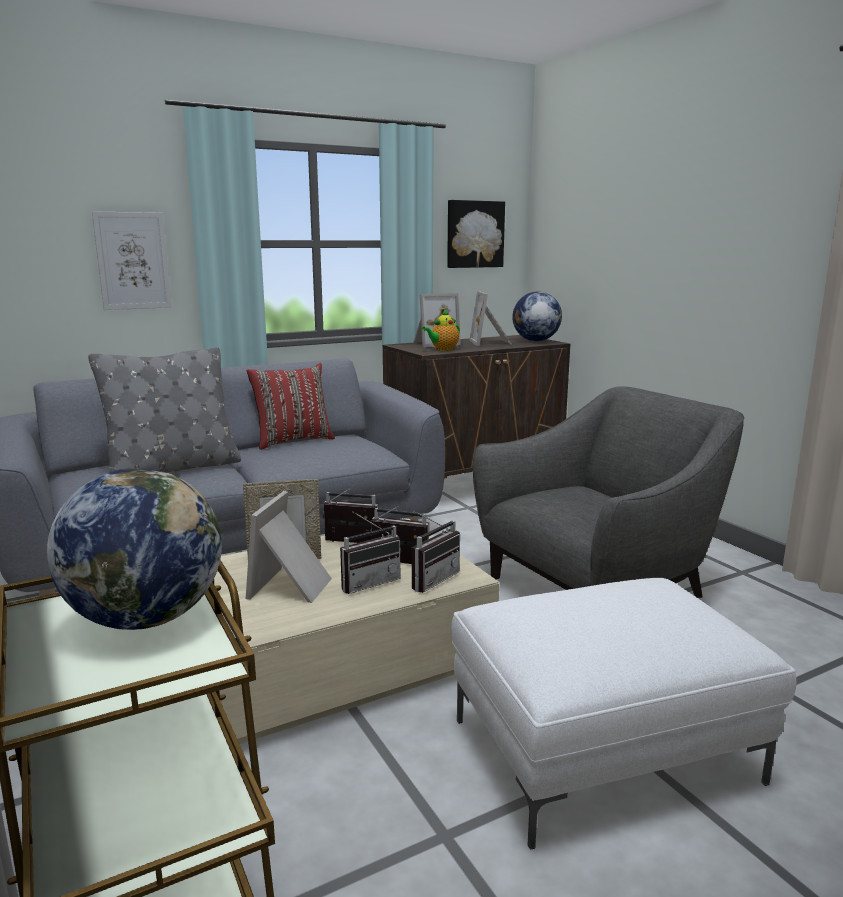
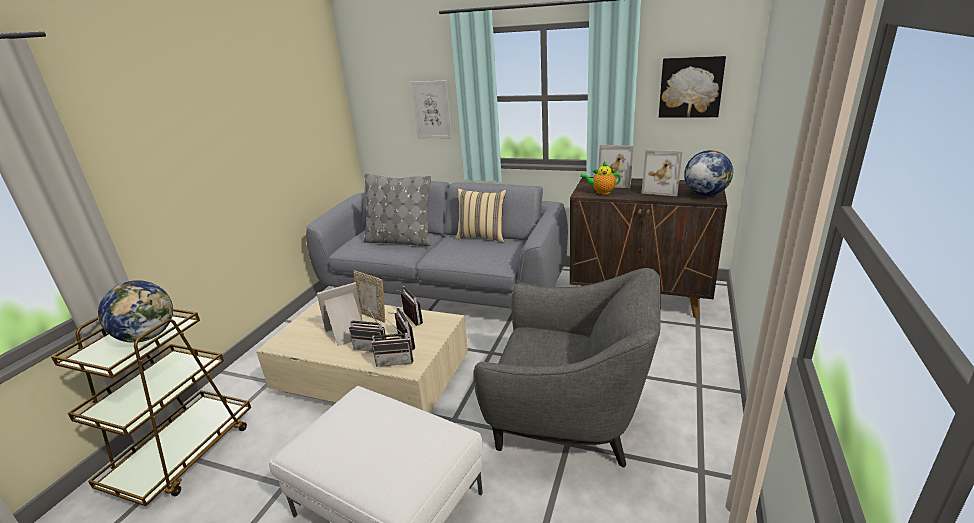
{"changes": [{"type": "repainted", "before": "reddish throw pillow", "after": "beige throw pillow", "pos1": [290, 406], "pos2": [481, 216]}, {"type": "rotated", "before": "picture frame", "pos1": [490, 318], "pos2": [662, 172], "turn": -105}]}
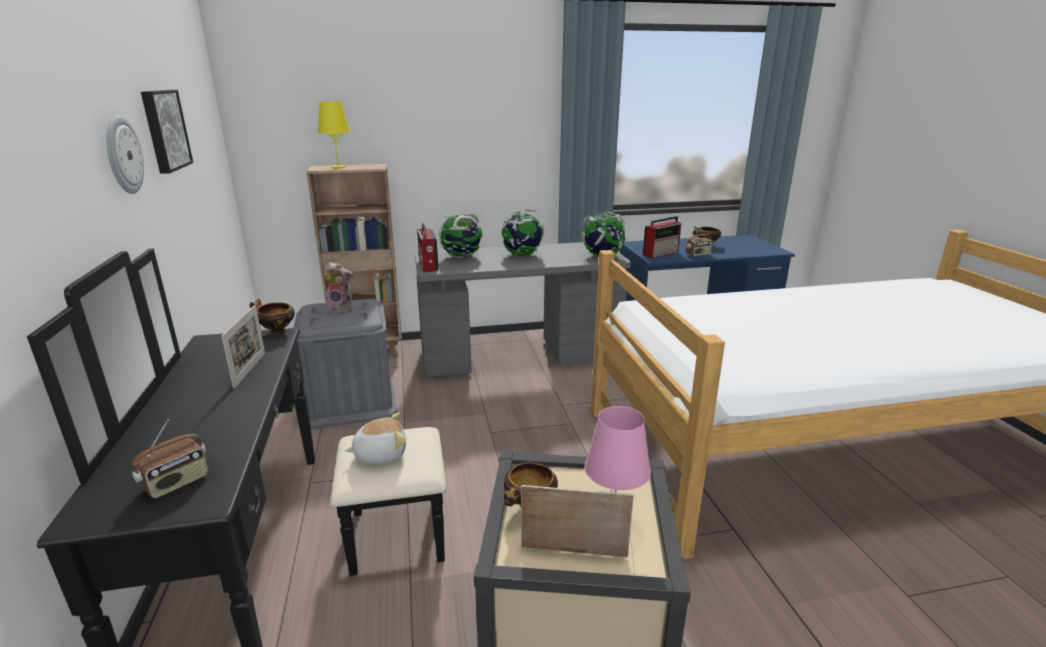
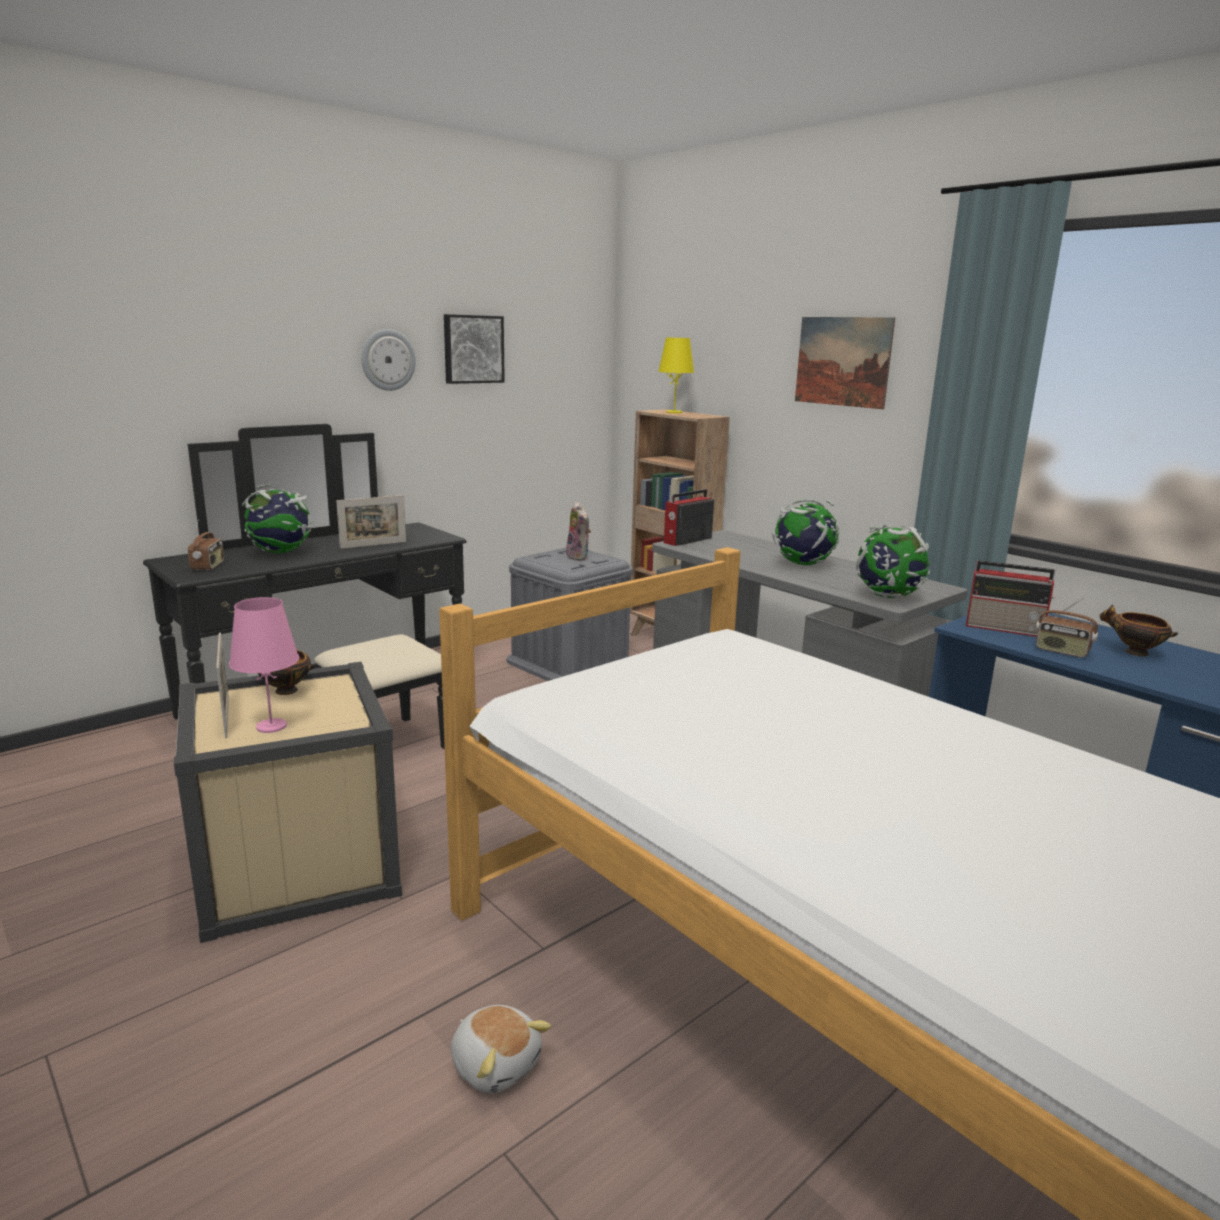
{"changes": [{"type": "rotated", "before": "radio", "pos1": [170, 458], "pos2": [206, 546], "turn": -105}, {"type": "shifted", "before": "world globe", "pos1": [460, 235], "pos2": [278, 518]}, {"type": "shifted", "before": "plush toy", "pos1": [375, 438], "pos2": [501, 1049]}, {"type": "new", "after": "wall art", "pos2": [845, 363]}, {"type": "gone", "before": "deep dish", "pos1": [272, 317]}]}
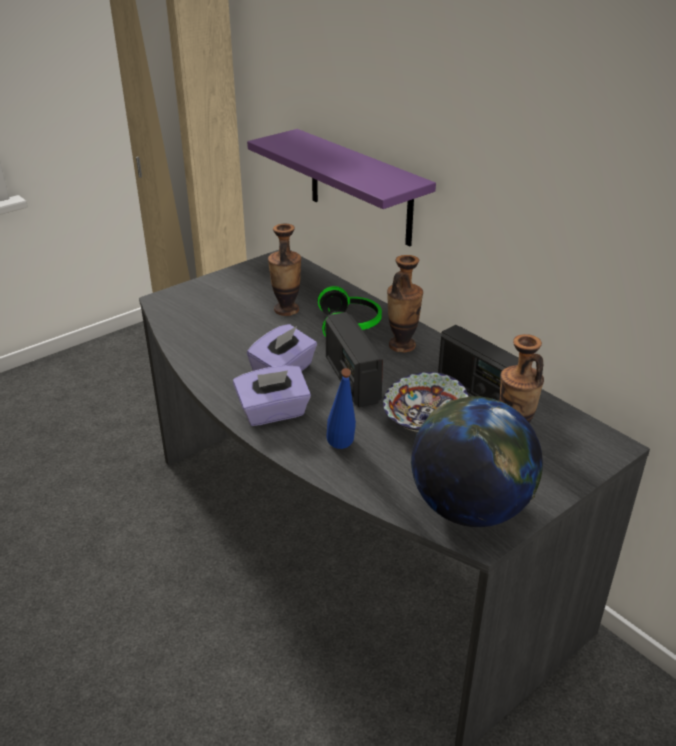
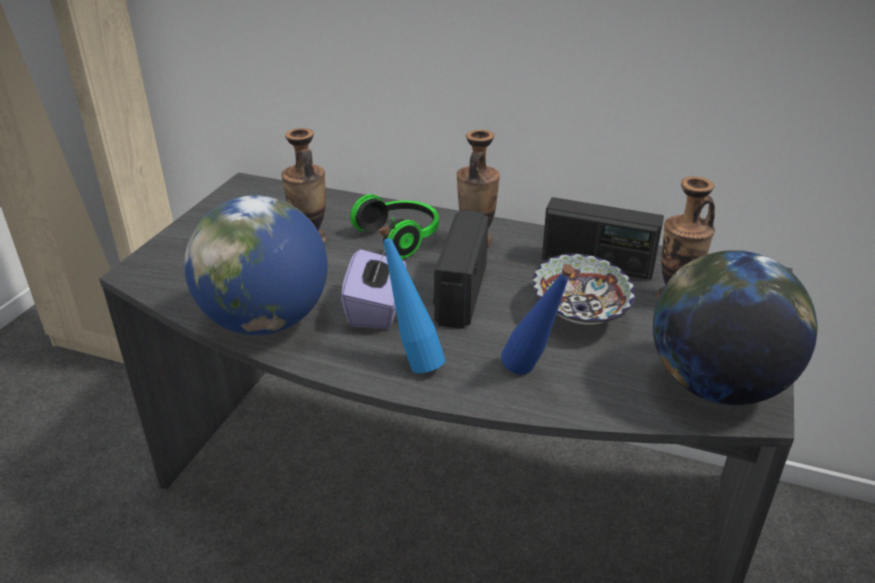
{"changes": [{"type": "new", "after": "world globe", "pos2": [256, 265]}, {"type": "swapped", "before": "purplish tissue box", "after": "blue-coloured bottle", "pos1": [272, 395], "pos2": [411, 299]}, {"type": "rotated", "before": "radio", "pos1": [354, 359], "pos2": [461, 269], "turn": 60}, {"type": "gone", "before": "purplish bracket shelf", "pos1": [341, 188]}]}
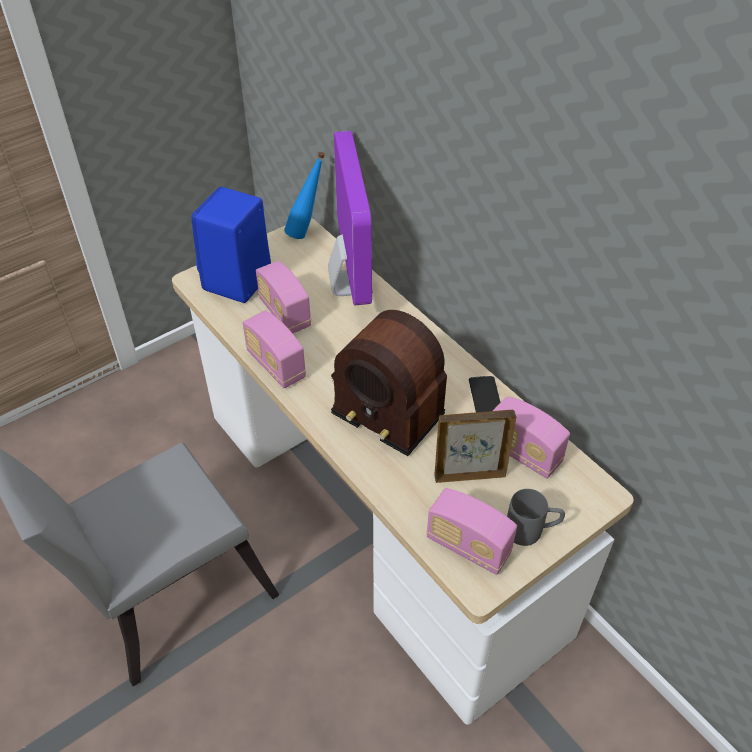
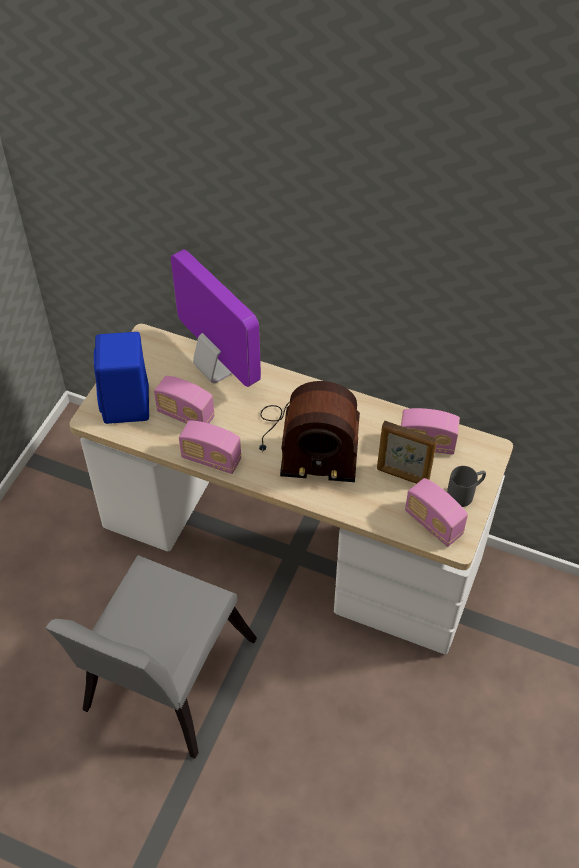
{"changes": [{"type": "rotated", "before": "picture frame", "pos1": [475, 446], "pos2": [407, 452], "turn": -120}, {"type": "rotated", "before": "radio", "pos1": [471, 531], "pos2": [436, 512], "turn": 45}, {"type": "gone", "before": "blue-coloured bottle", "pos1": [304, 195]}, {"type": "gone", "before": "telephone", "pos1": [485, 394]}]}
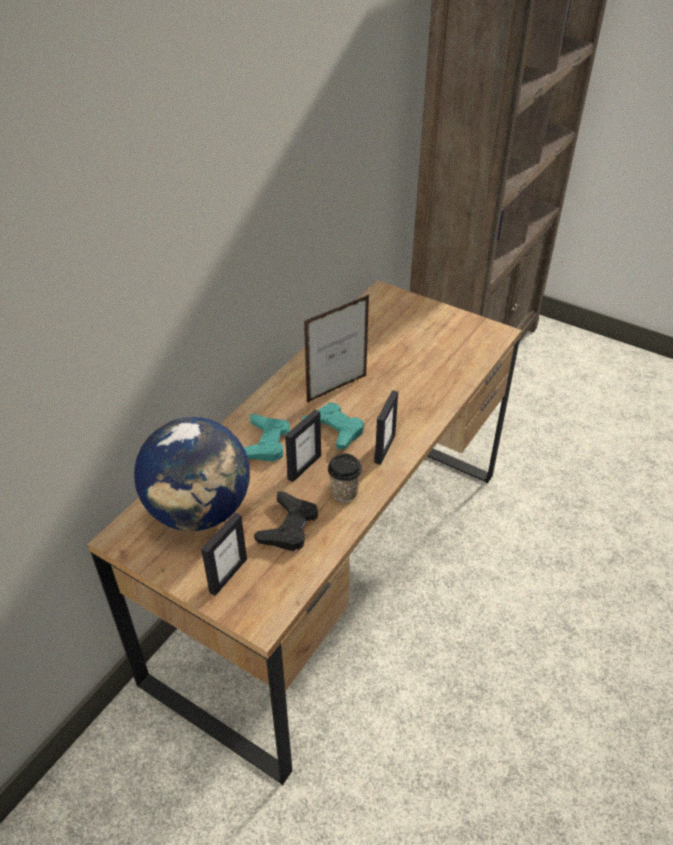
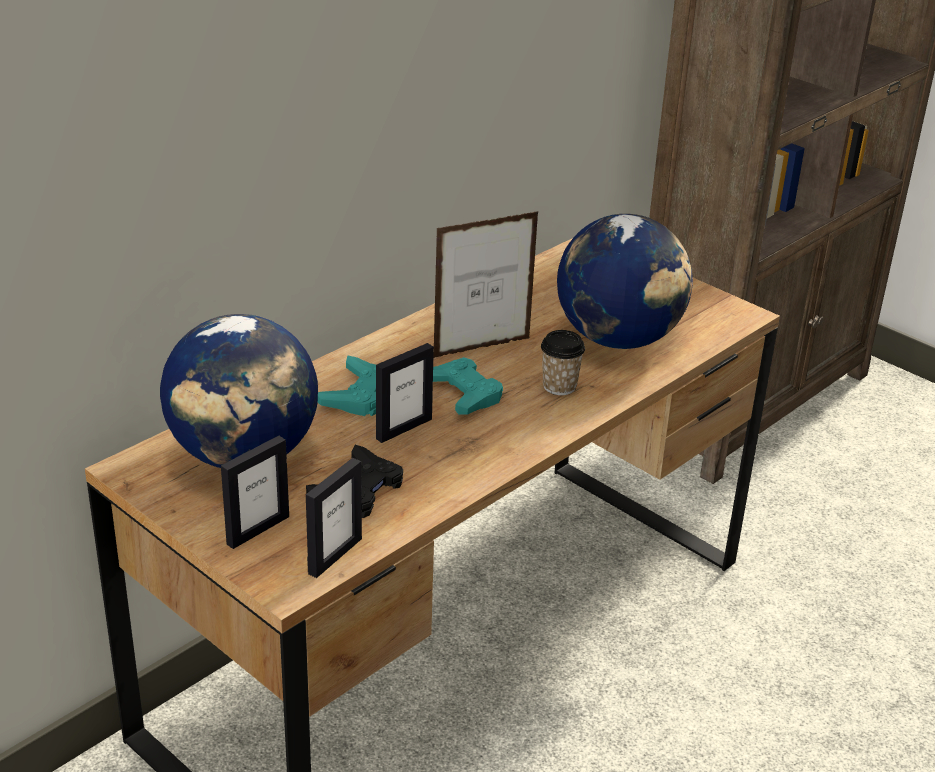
{"changes": [{"type": "shifted", "before": "picture frame", "pos1": [386, 427], "pos2": [334, 518]}, {"type": "shifted", "before": "cup", "pos1": [345, 478], "pos2": [563, 362]}, {"type": "new", "after": "world globe", "pos2": [625, 281]}]}
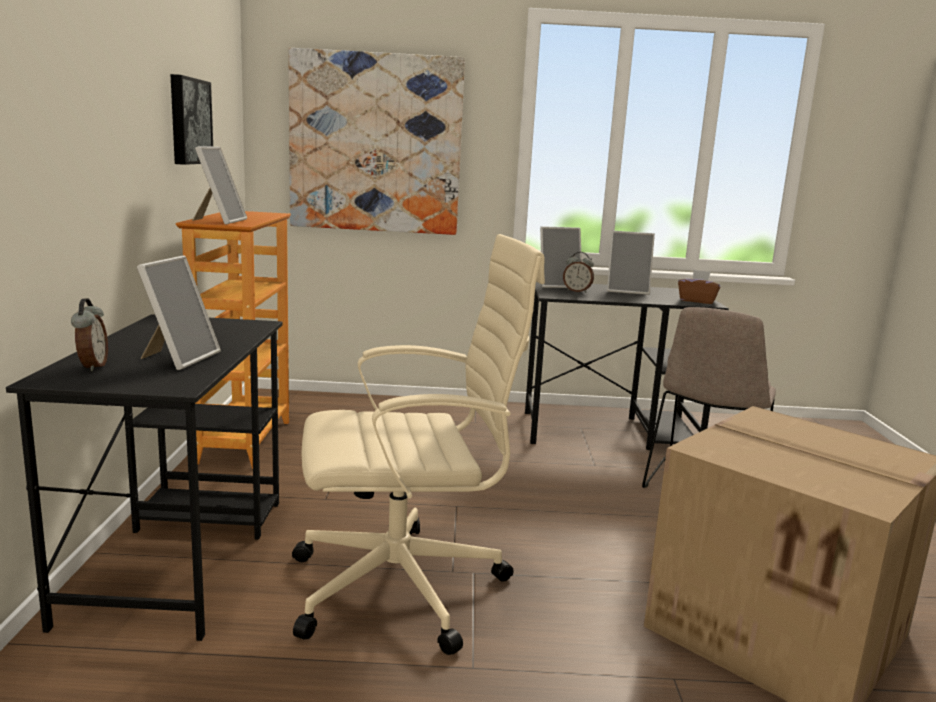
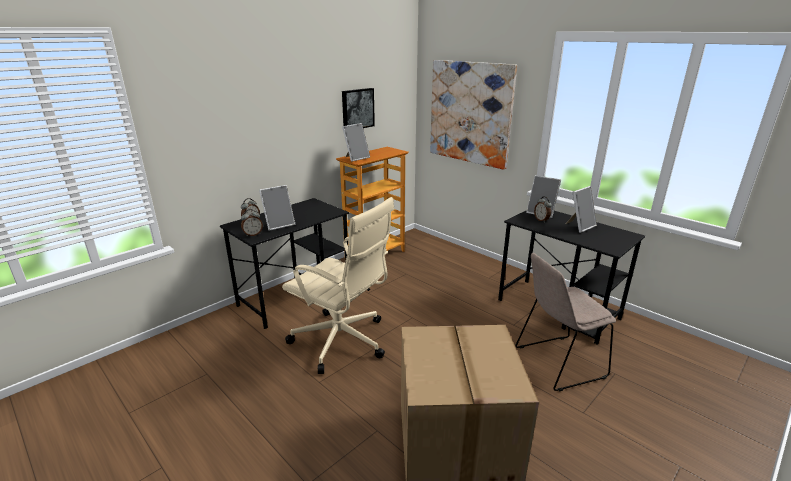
{"changes": [{"type": "new", "after": "table clock", "pos2": [252, 222]}, {"type": "rotated", "before": "picture frame", "pos1": [631, 263], "pos2": [581, 209], "turn": -90}, {"type": "gone", "before": "brown tissue box", "pos1": [699, 287]}]}
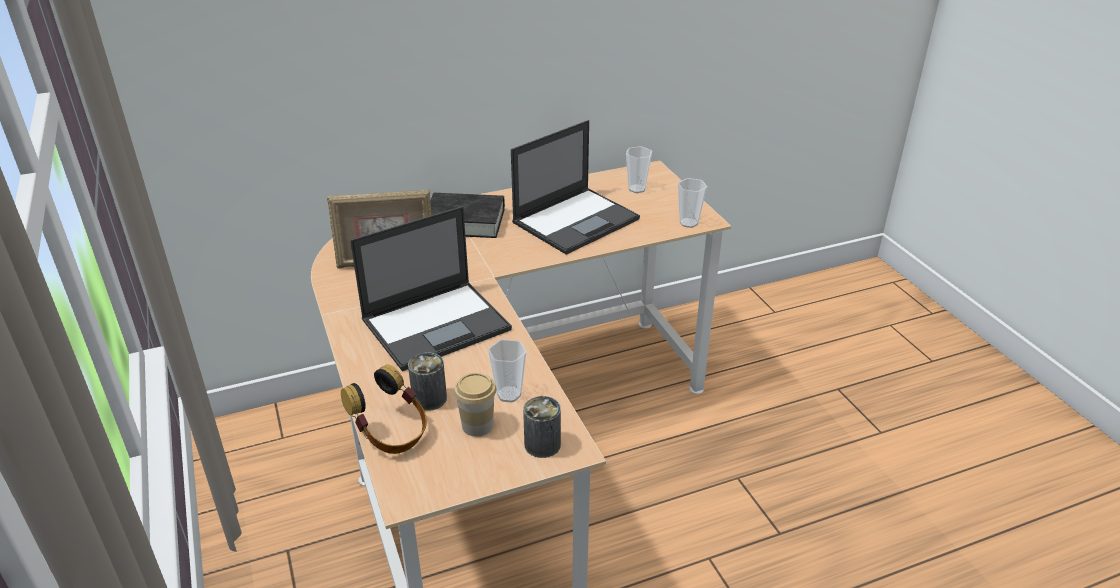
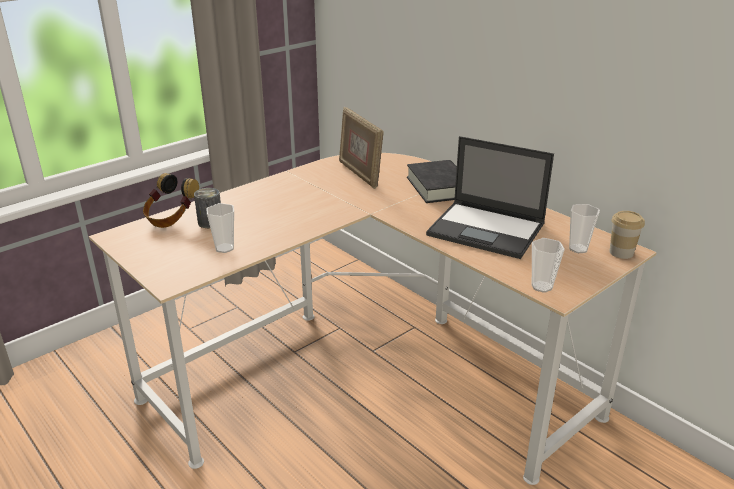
{"changes": [{"type": "shifted", "before": "cup", "pos1": [475, 405], "pos2": [627, 235]}, {"type": "gone", "before": "laptop", "pos1": [431, 288]}, {"type": "gone", "before": "sealed can", "pos1": [542, 427]}]}
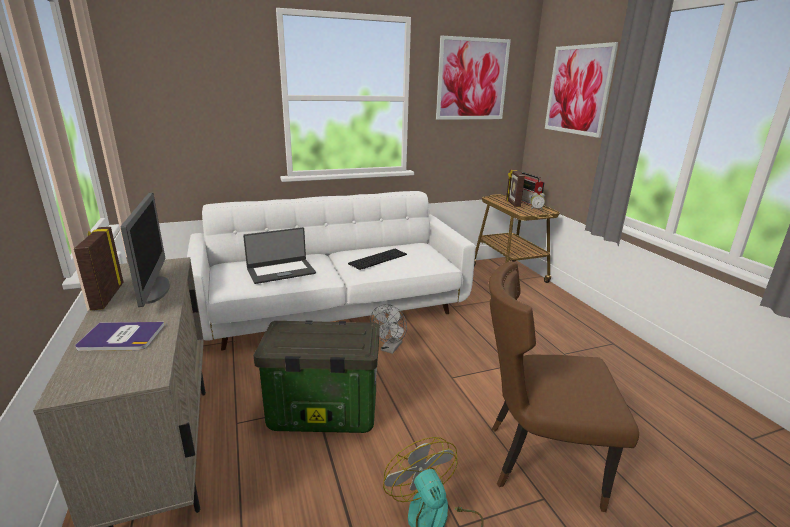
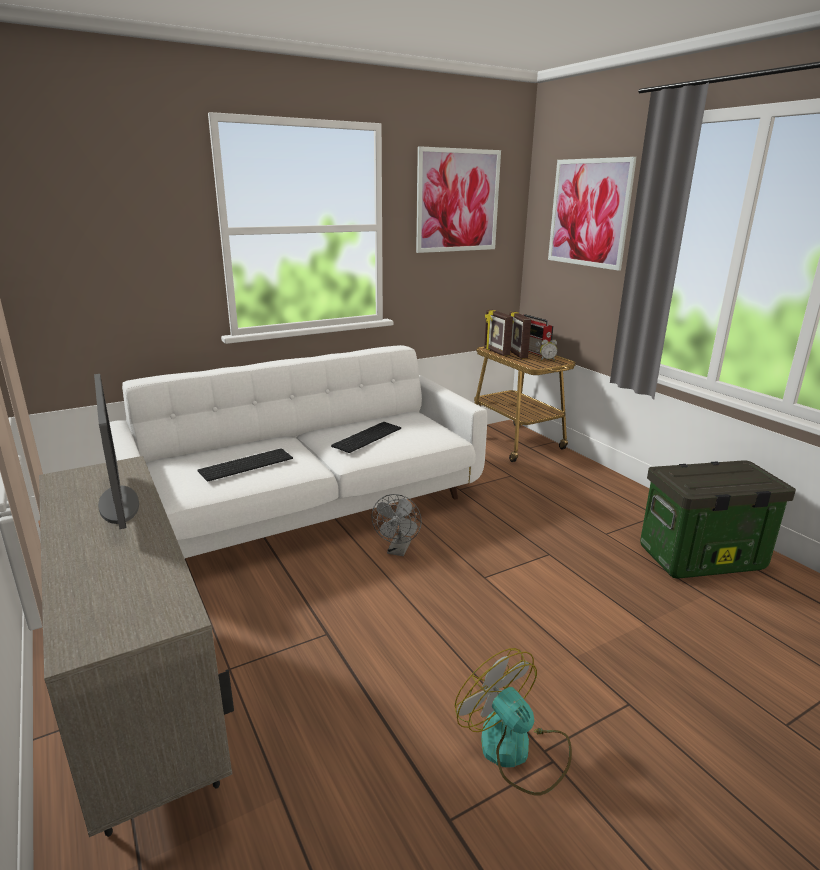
{"changes": [{"type": "swapped", "before": "laptop", "after": "computer keyboard", "pos1": [279, 255], "pos2": [245, 465]}, {"type": "shifted", "before": "picture frame", "pos1": [98, 268], "pos2": [498, 333]}, {"type": "shifted", "before": "storage box", "pos1": [317, 377], "pos2": [718, 519]}, {"type": "gone", "before": "book", "pos1": [120, 336]}, {"type": "gone", "before": "brown chair", "pos1": [564, 387]}]}
